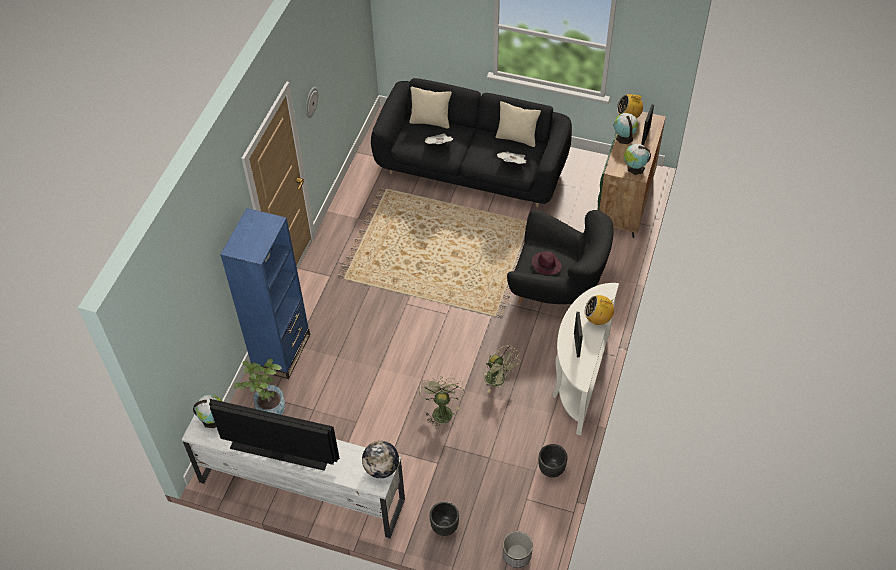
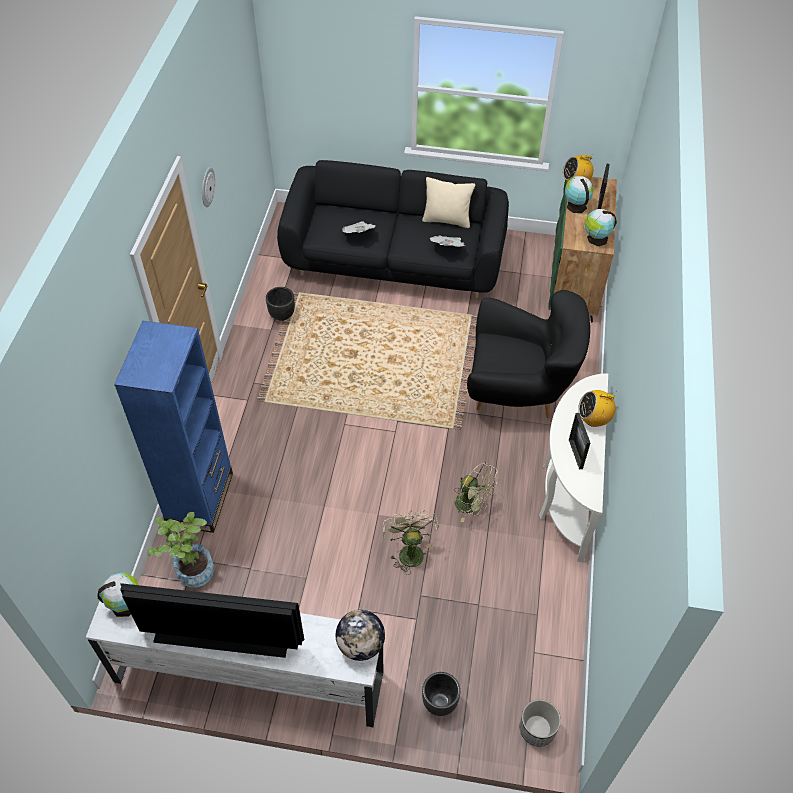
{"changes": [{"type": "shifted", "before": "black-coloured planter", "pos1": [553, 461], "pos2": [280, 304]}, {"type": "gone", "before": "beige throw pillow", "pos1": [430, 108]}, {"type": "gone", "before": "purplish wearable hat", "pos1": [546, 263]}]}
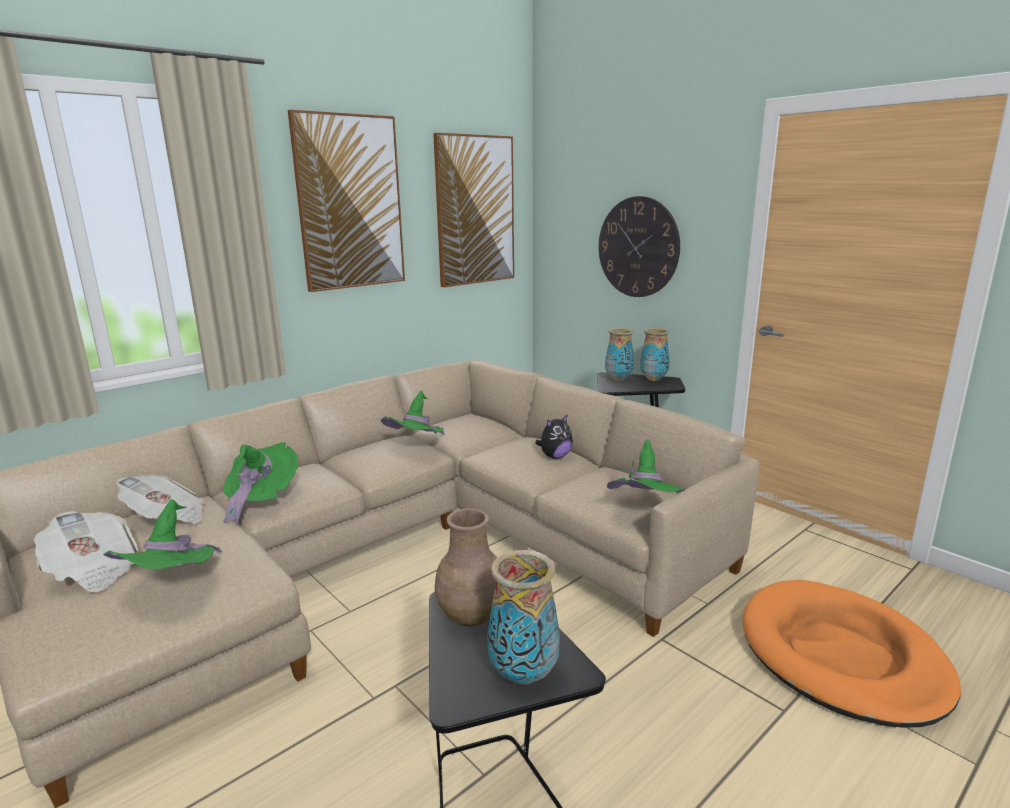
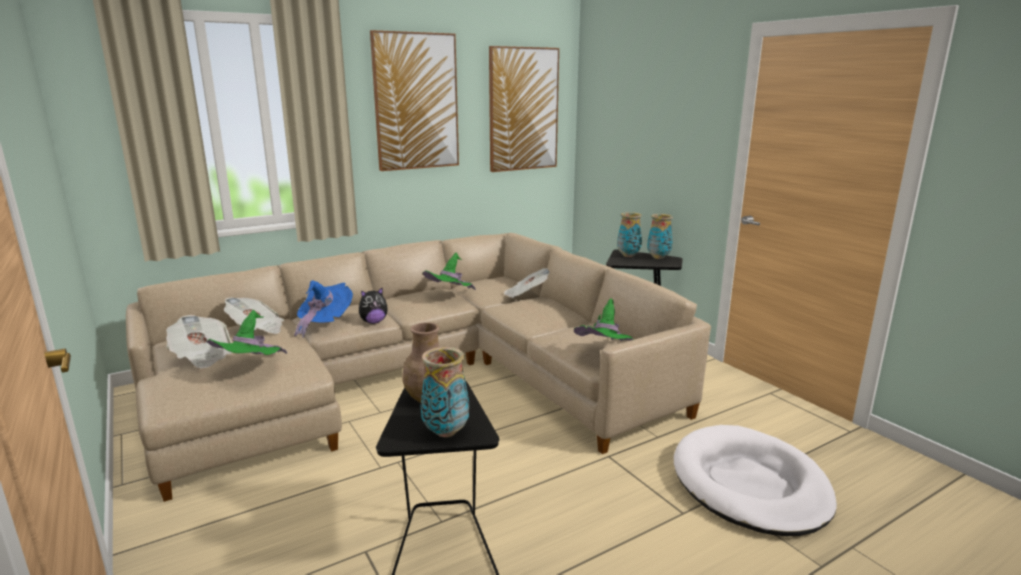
{"changes": [{"type": "repainted", "before": "greenish wearable hat", "after": "blue-coloured wearable hat", "pos1": [260, 483], "pos2": [323, 309]}, {"type": "shifted", "before": "plush toy", "pos1": [554, 437], "pos2": [373, 305]}, {"type": "new", "after": "newspaper", "pos2": [527, 283]}, {"type": "repainted", "before": "orange pet bed", "after": "white pet bed", "pos1": [852, 653], "pos2": [755, 480]}, {"type": "gone", "before": "hanging clock", "pos1": [639, 246]}]}
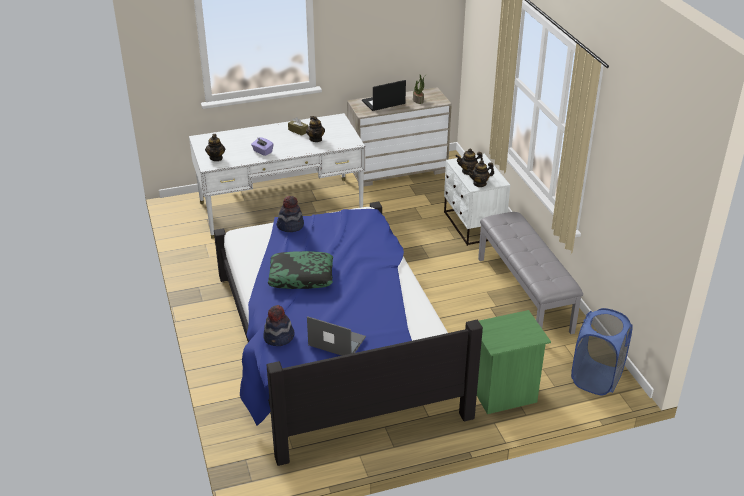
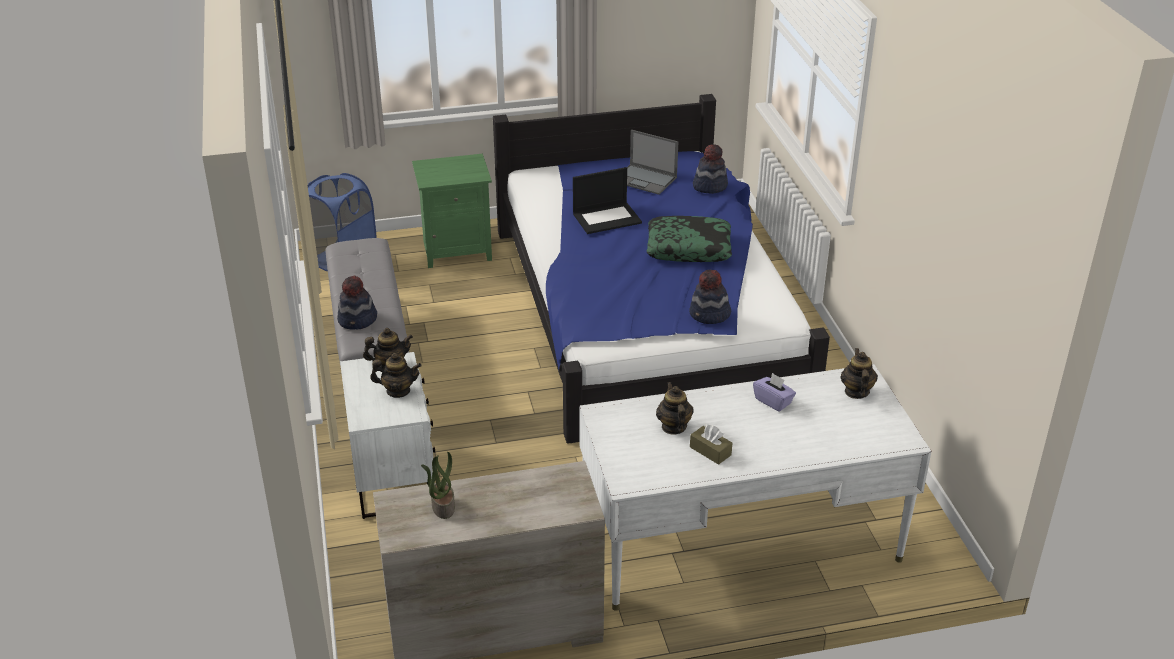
{"changes": [{"type": "new", "after": "wearable hat", "pos2": [357, 302]}, {"type": "shifted", "before": "laptop", "pos1": [384, 95], "pos2": [607, 200]}]}
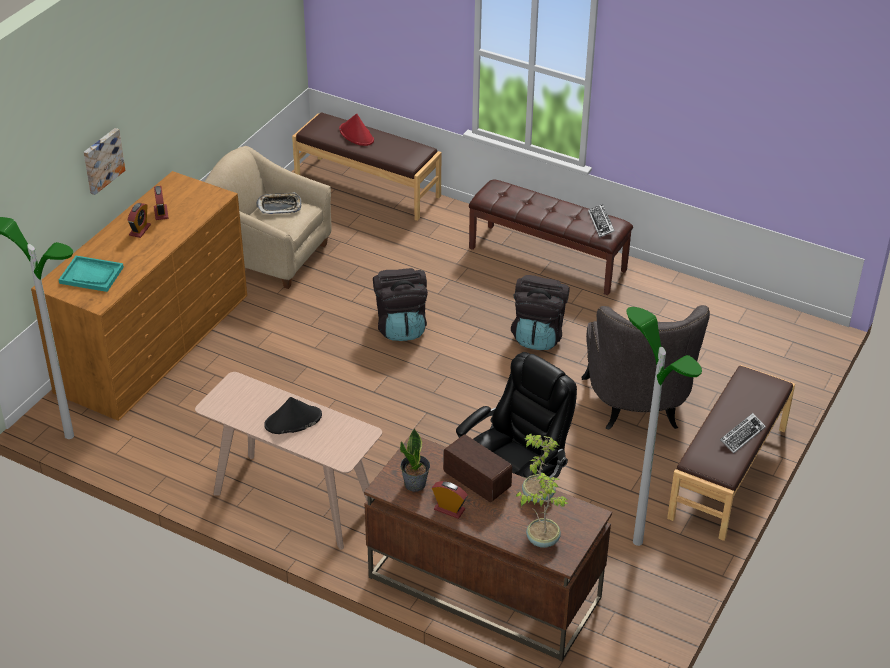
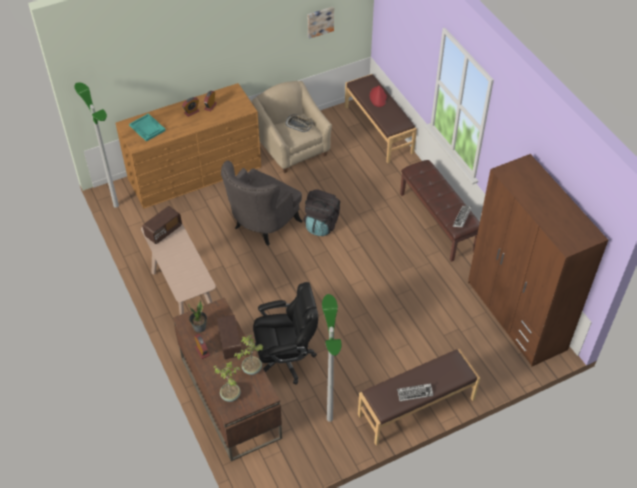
{"changes": [{"type": "new", "after": "radio", "pos2": [162, 225]}, {"type": "shifted", "before": "grey armchair", "pos1": [646, 367], "pos2": [262, 203]}, {"type": "shifted", "before": "wall art", "pos1": [104, 161], "pos2": [321, 23]}, {"type": "new", "after": "brown armoire", "pos2": [538, 260]}, {"type": "gone", "before": "black-coloured wearable hat", "pos1": [293, 415]}, {"type": "gone", "before": "black-coloured backpack", "pos1": [540, 312]}]}
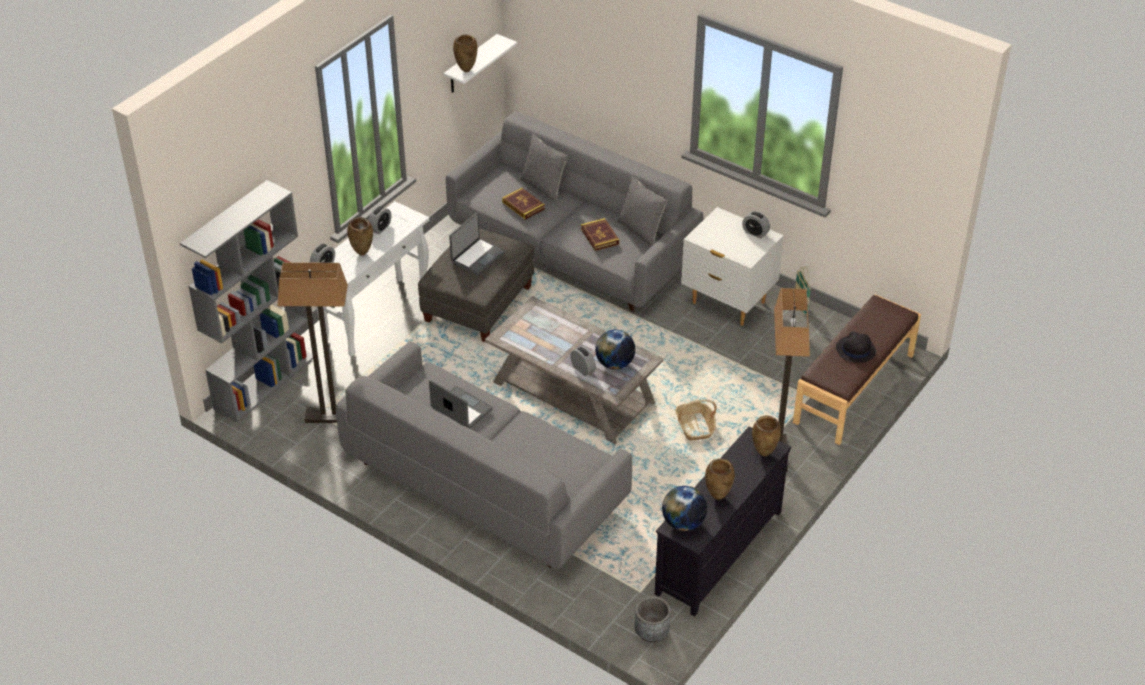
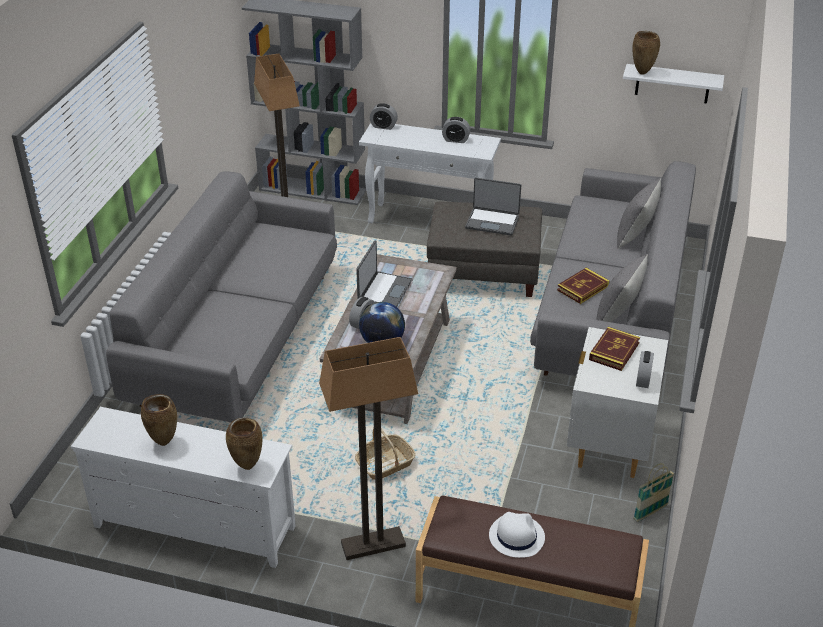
{"changes": [{"type": "repainted", "before": "black-coloured media console", "after": "white media console", "pos1": [723, 521], "pos2": [182, 487]}, {"type": "shifted", "before": "laptop", "pos1": [461, 404], "pos2": [384, 274]}, {"type": "repainted", "before": "black-coloured wearable hat", "after": "white wearable hat", "pos1": [856, 347], "pos2": [517, 535]}, {"type": "shifted", "before": "book", "pos1": [523, 204], "pos2": [614, 349]}, {"type": "gone", "before": "brown vase", "pos1": [360, 236]}, {"type": "gone", "before": "grey planter", "pos1": [653, 619]}, {"type": "gone", "before": "world globe", "pos1": [684, 508]}]}
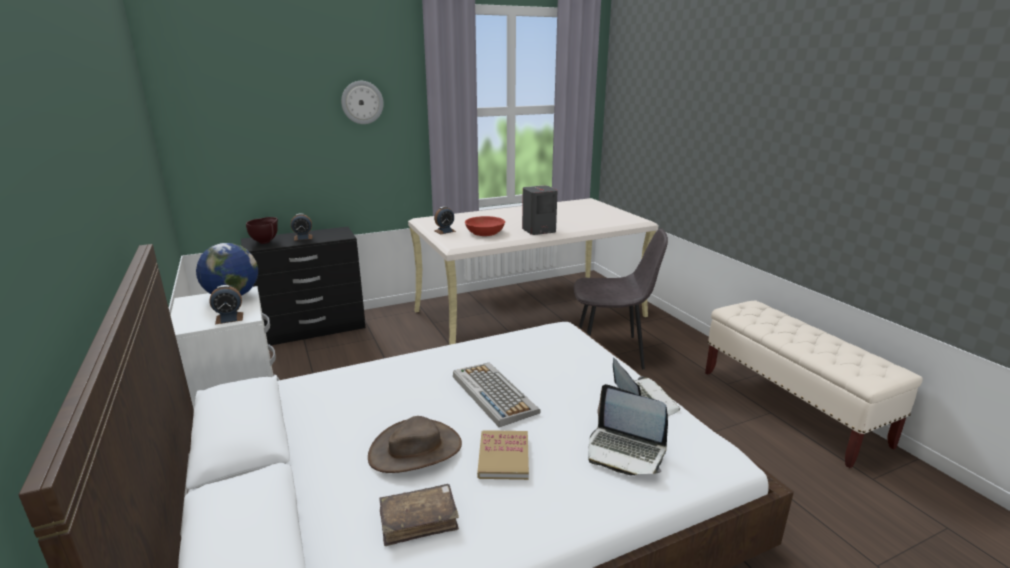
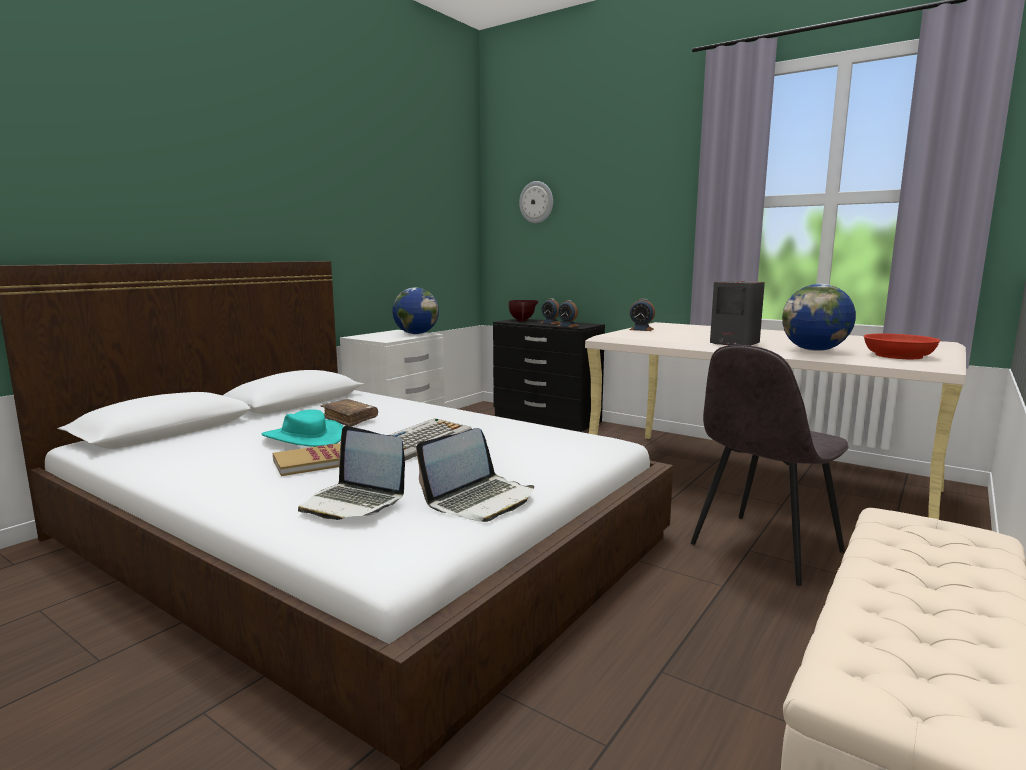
{"changes": [{"type": "repainted", "before": "brown wearable hat", "after": "turquoise-coloured wearable hat", "pos1": [415, 444], "pos2": [302, 428]}, {"type": "rotated", "before": "laptop", "pos1": [628, 429], "pos2": [351, 473], "turn": -60}, {"type": "shifted", "before": "brown book", "pos1": [419, 515], "pos2": [349, 413]}, {"type": "shifted", "before": "hanging clock", "pos1": [362, 102], "pos2": [536, 202]}, {"type": "shifted", "before": "table clock", "pos1": [226, 304], "pos2": [568, 313]}, {"type": "rotated", "before": "grey chair", "pos1": [621, 298], "pos2": [770, 465], "turn": 75}, {"type": "new", "after": "world globe", "pos2": [819, 317]}, {"type": "shifted", "before": "reddish deep dish", "pos1": [485, 226], "pos2": [902, 346]}]}
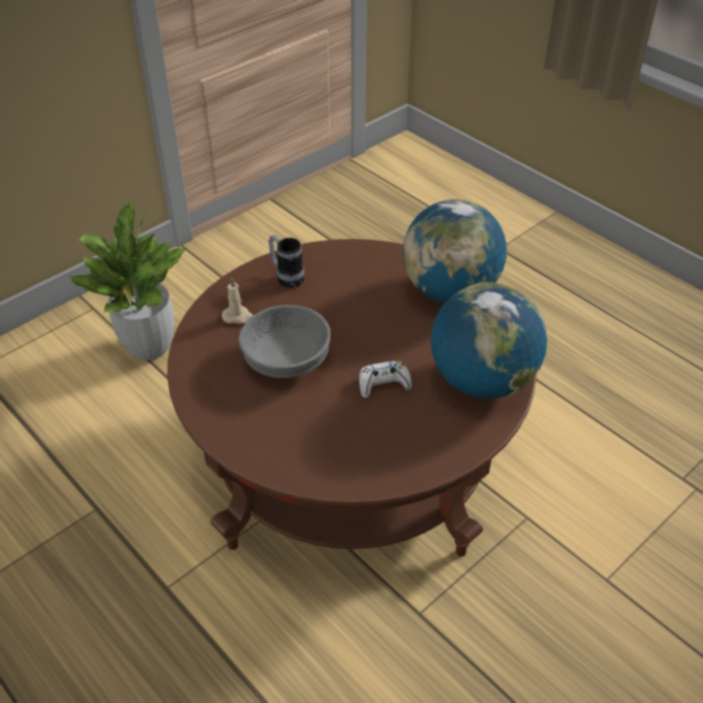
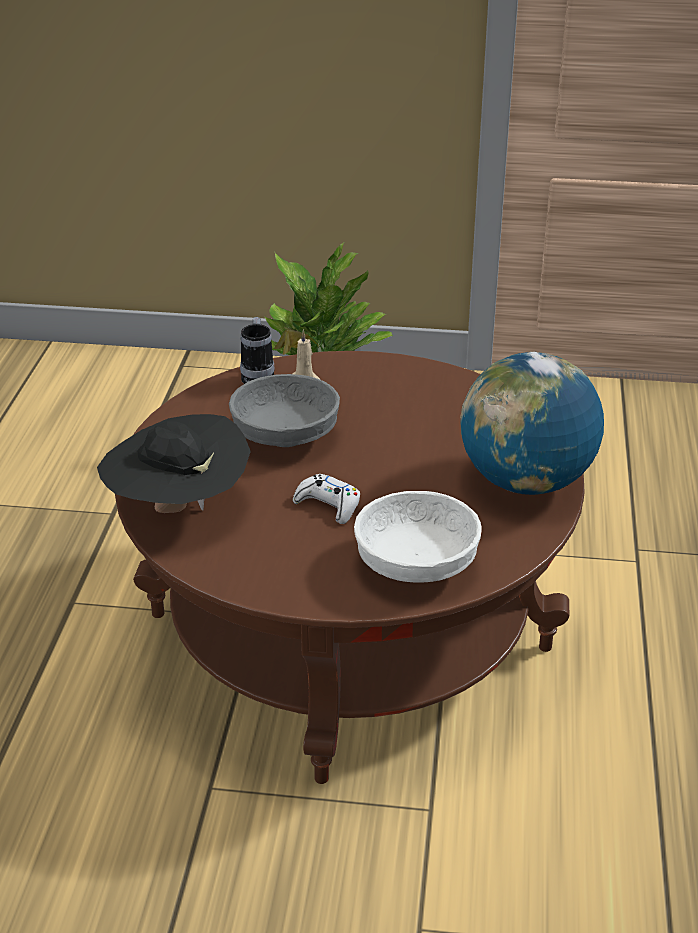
{"changes": [{"type": "new", "after": "black-coloured wearable hat", "pos2": [174, 463]}, {"type": "shifted", "before": "mug", "pos1": [286, 261], "pos2": [257, 350]}, {"type": "swapped", "before": "world globe", "after": "white deep dish", "pos1": [489, 340], "pos2": [418, 537]}]}
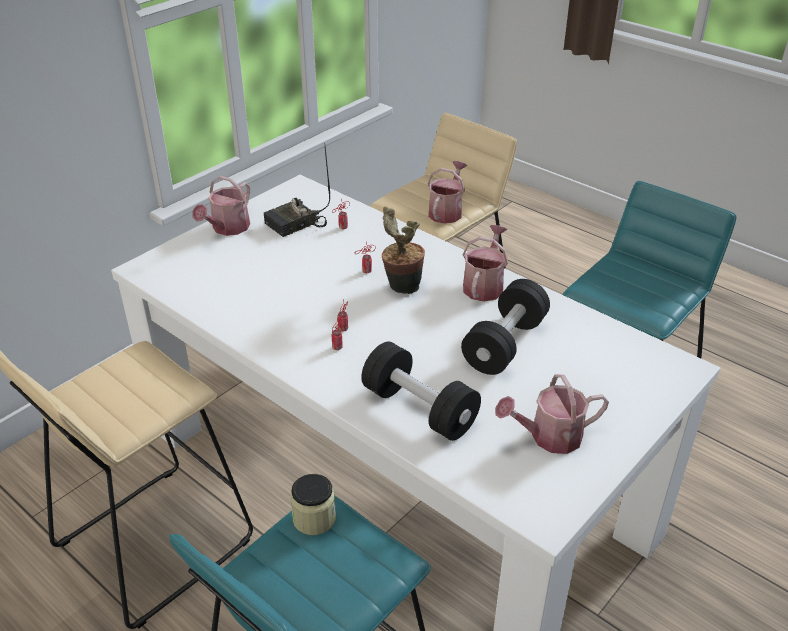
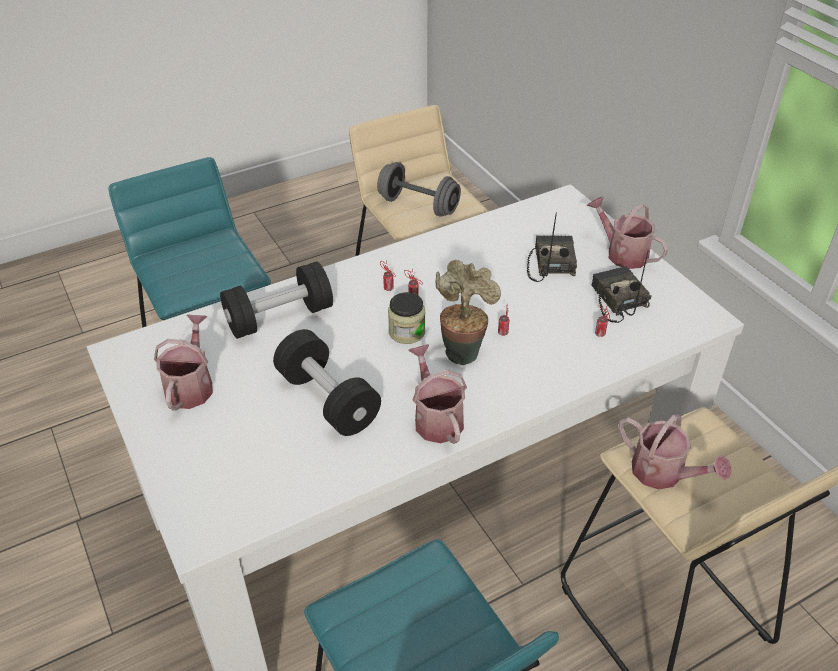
{"changes": [{"type": "new", "after": "grey free weight", "pos2": [419, 189]}, {"type": "shifted", "before": "storage jar", "pos1": [313, 504], "pos2": [406, 318]}, {"type": "rotated", "before": "watering can", "pos1": [485, 263], "pos2": [437, 394], "turn": -150}, {"type": "new", "after": "radio", "pos2": [552, 247]}]}
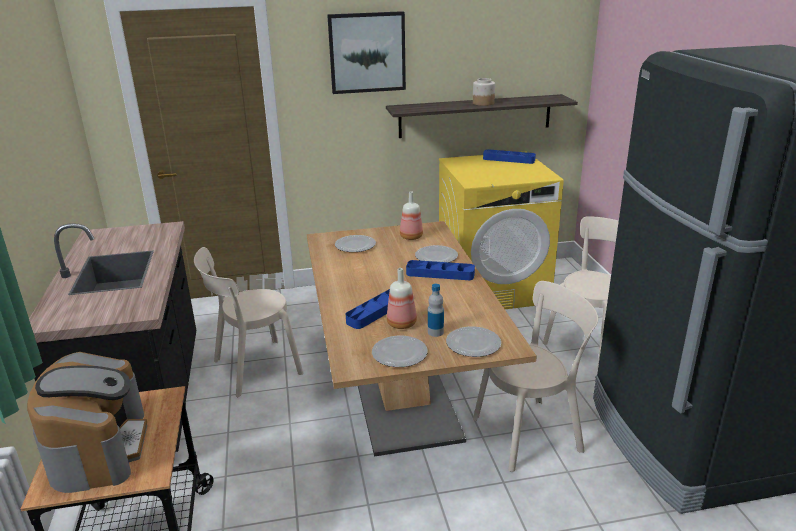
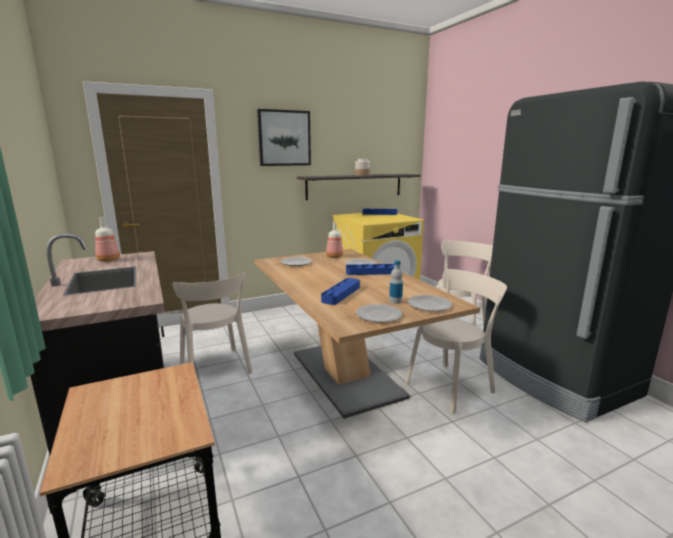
{"changes": [{"type": "shifted", "before": "bottle", "pos1": [402, 298], "pos2": [107, 239]}, {"type": "rotated", "before": "beige chair", "pos1": [248, 322], "pos2": [212, 322], "turn": -75}, {"type": "gone", "before": "coffee maker", "pos1": [87, 422]}]}
